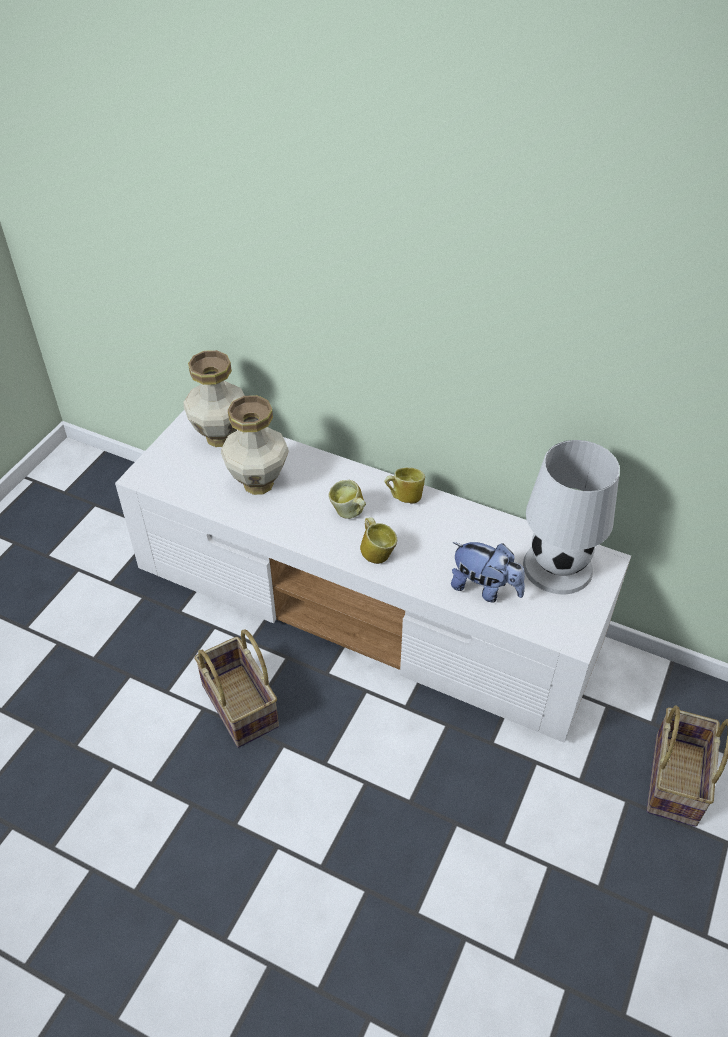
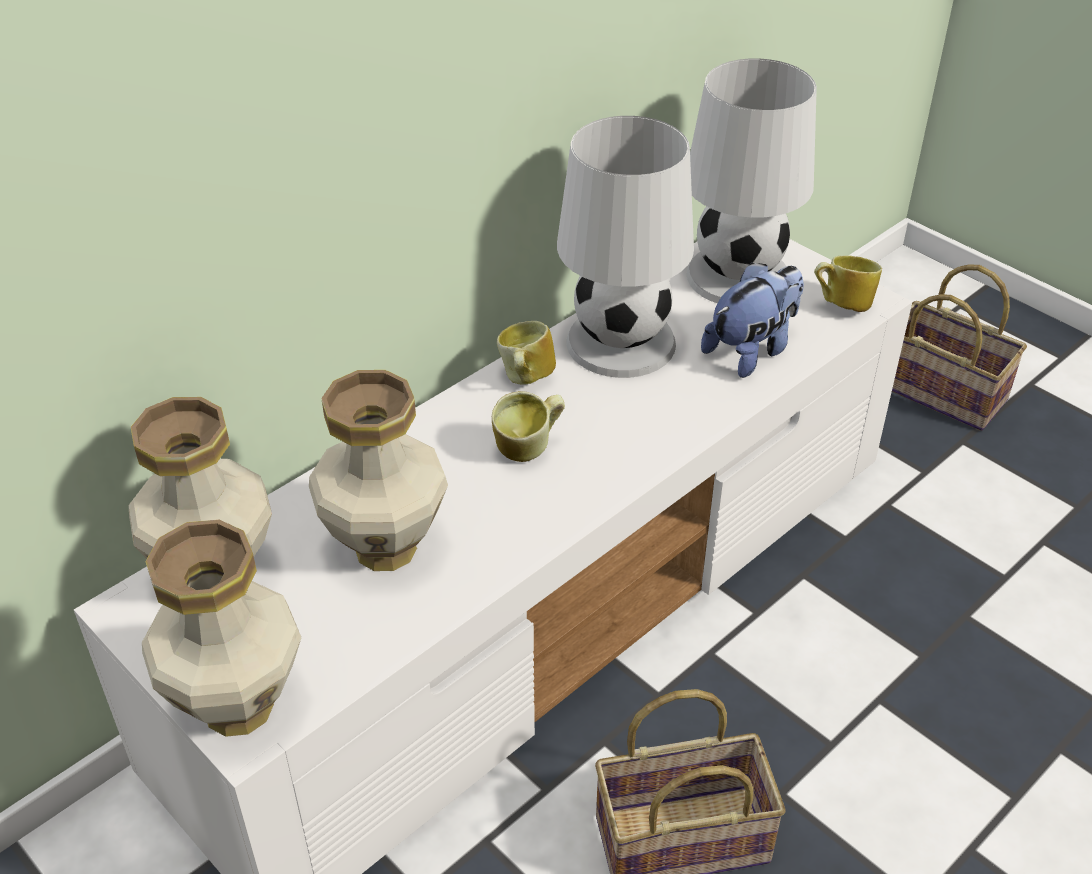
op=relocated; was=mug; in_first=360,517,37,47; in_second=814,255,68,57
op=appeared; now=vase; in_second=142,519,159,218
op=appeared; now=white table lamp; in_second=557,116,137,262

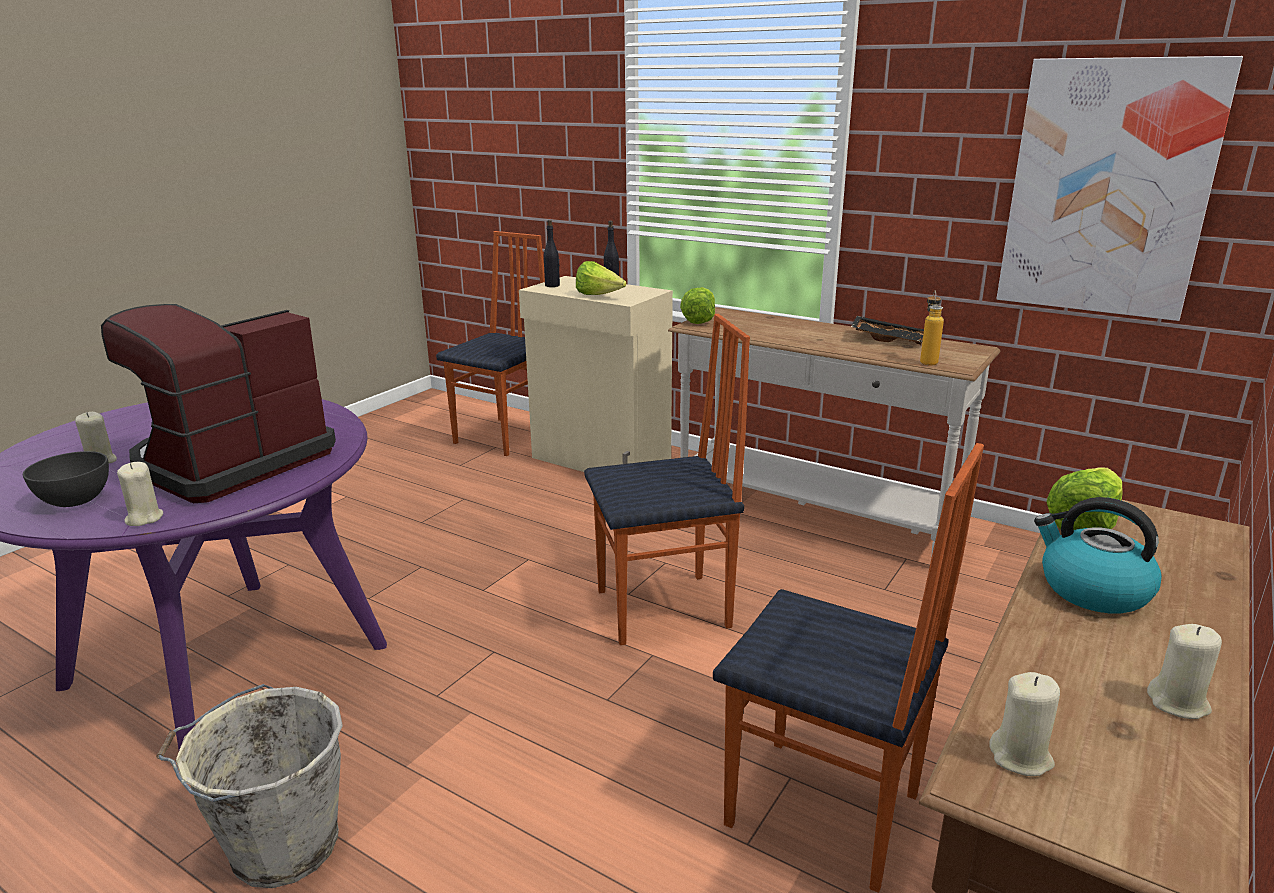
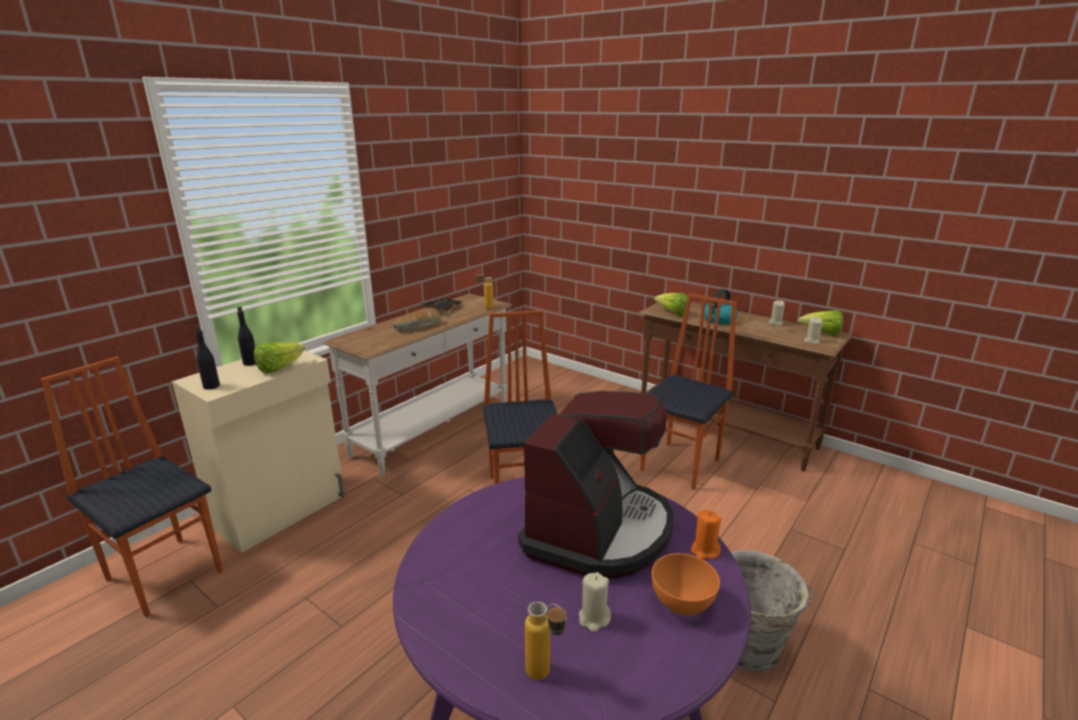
op=colour; was=grey bowl; now=orange bowl; in_first=23,451,86,56; in_second=652,553,68,62
op=spun; was=coffee machine; in_first=101,304,235,199; in_second=518,391,156,188; clockwise=-105
op=colour; was=beige candle; now=orange candle; in_first=117,462,46,64; in_second=691,510,31,50
op=relocated; was=lettuce; in_first=680,287,35,37; in_second=798,310,45,25
op=missing; was=picture; in_first=996,56,247,265
op=appeared; now=bread; in_second=393,310,48,21
op=appeared; now=bottle; in_second=525,602,42,78

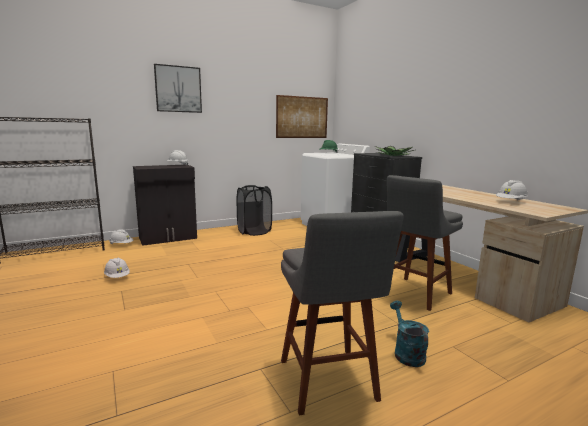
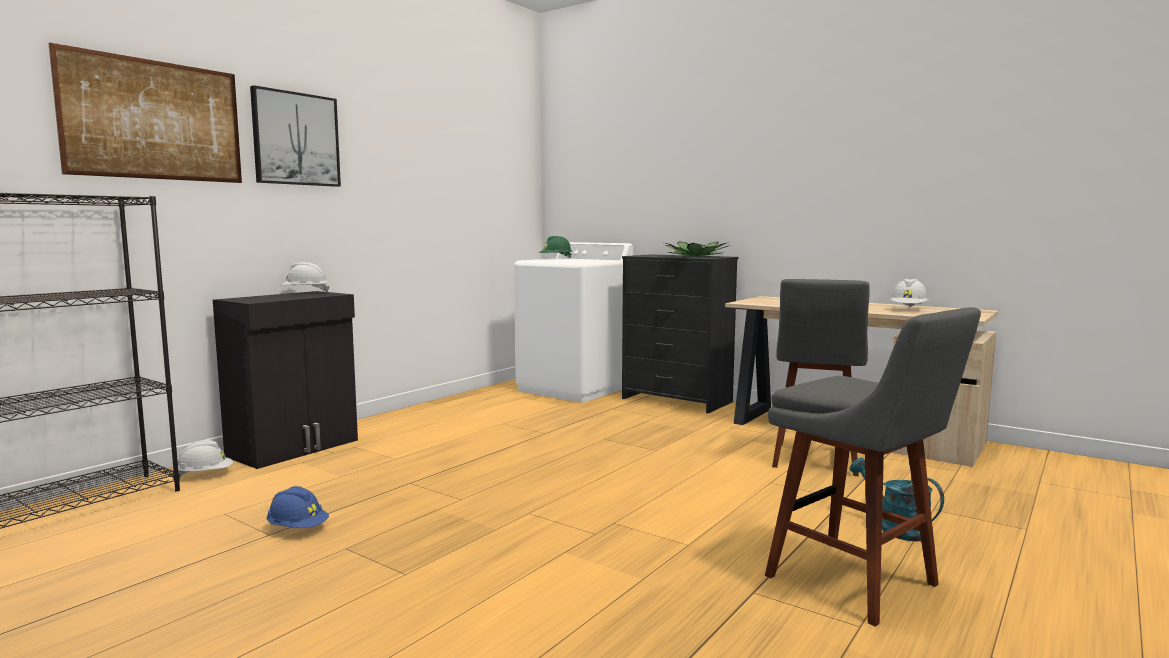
op=colour; was=white hard hat; now=blue hard hat; in_first=104,258,26,20; in_second=266,486,63,42
op=missing; was=black laundry basket; in_first=237,185,35,51
op=relocated; was=picture; in_first=276,95,52,43; in_second=48,43,194,140

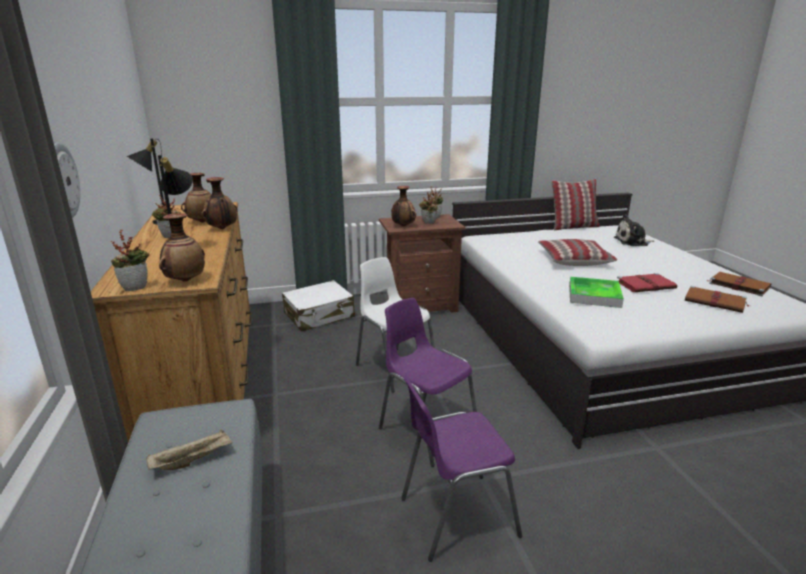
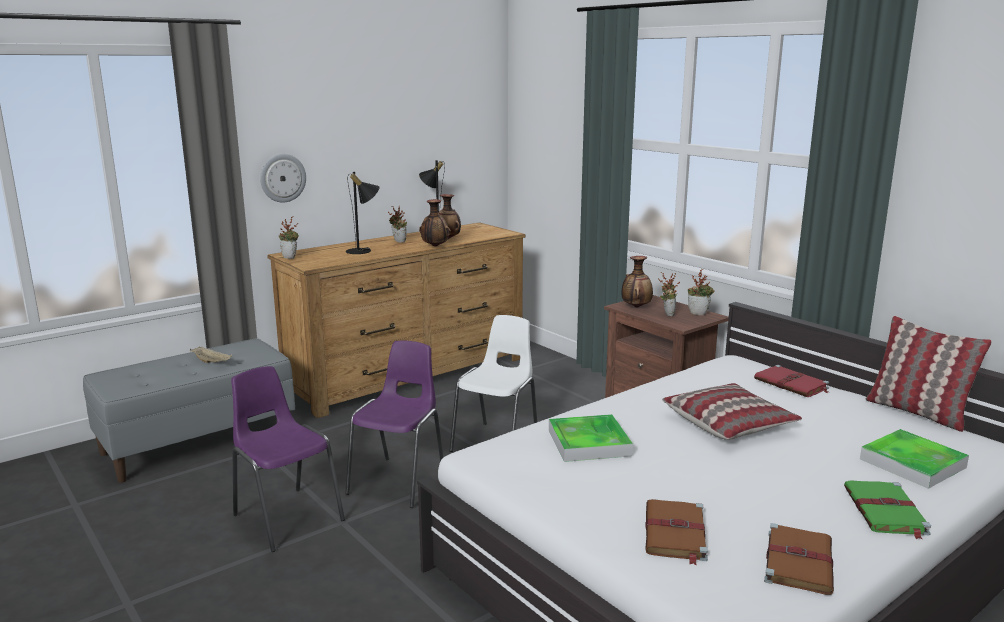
op=missing; was=vase; in_first=159,213,46,69
op=missing; was=white suitcase; in_first=282,280,73,52
op=exchanged; was=plush toy; now=tray; in_first=613,214,41,32; in_second=860,429,109,60
op=relocated; was=red book; in_first=617,273,60,19; in_second=754,365,75,32
op=appeared; now=green book; in_second=844,480,87,59

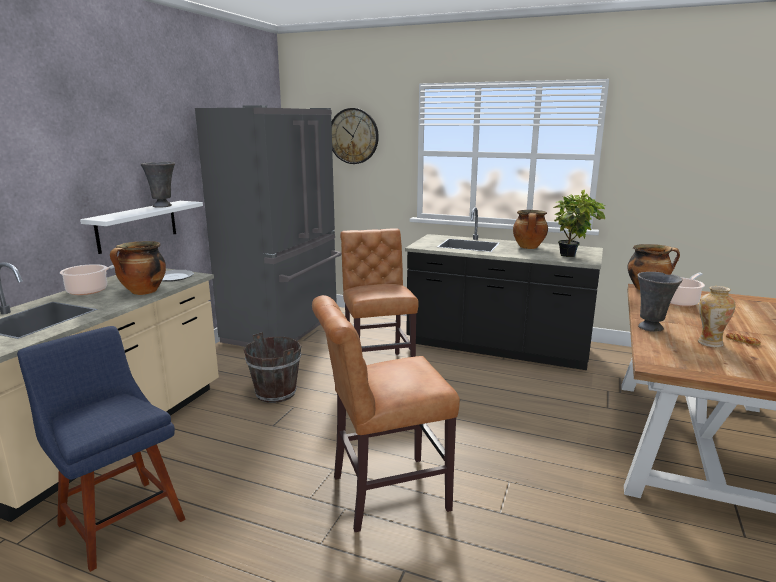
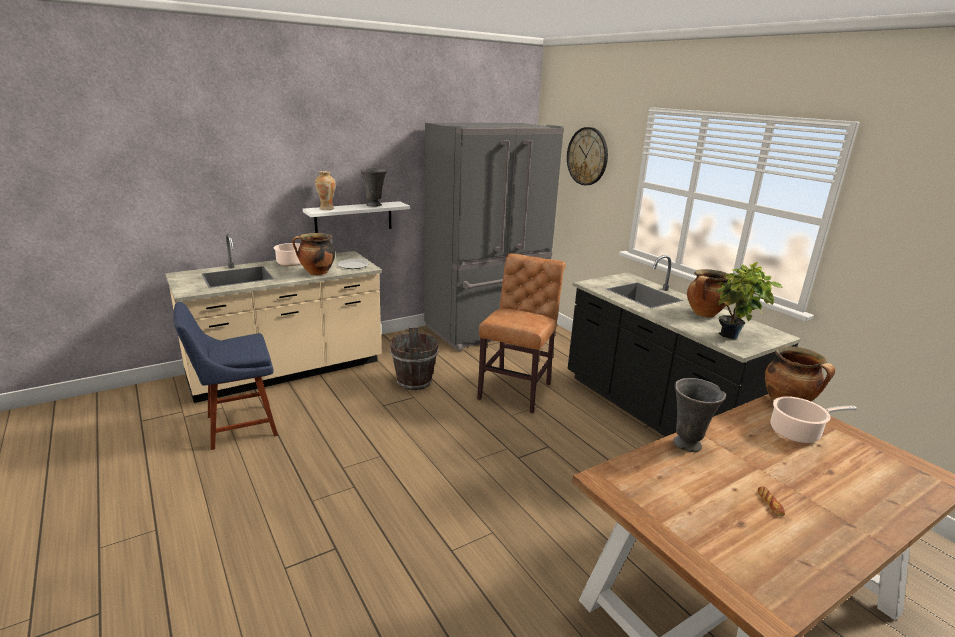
op=spun; was=blue chair; in_first=17,326,169,246; in_second=173,302,105,148; clockwise=-105
op=missing; was=brown chair; in_first=312,295,148,237
op=relocated; was=vase; in_first=698,286,38,61; in_second=315,171,20,39

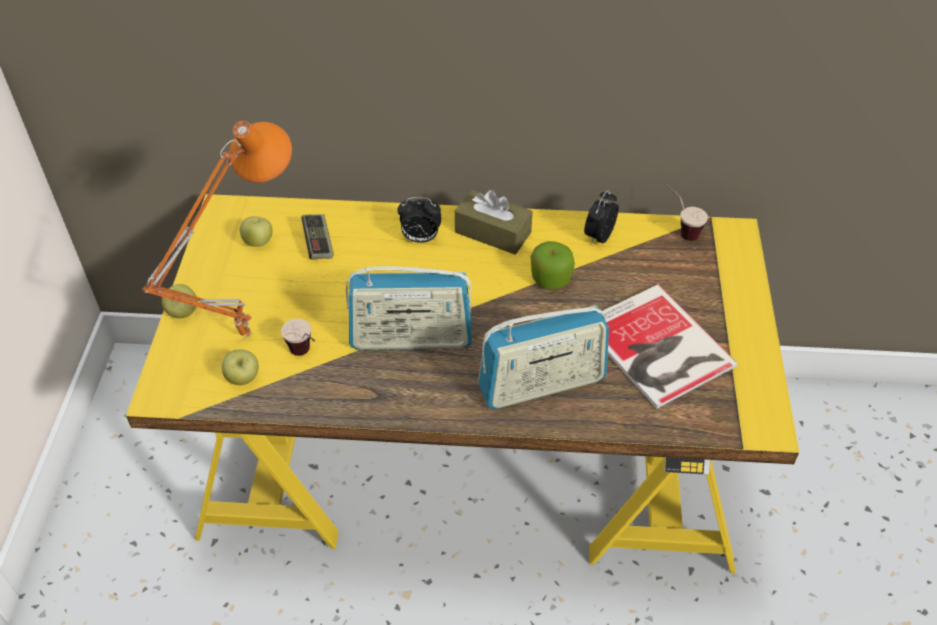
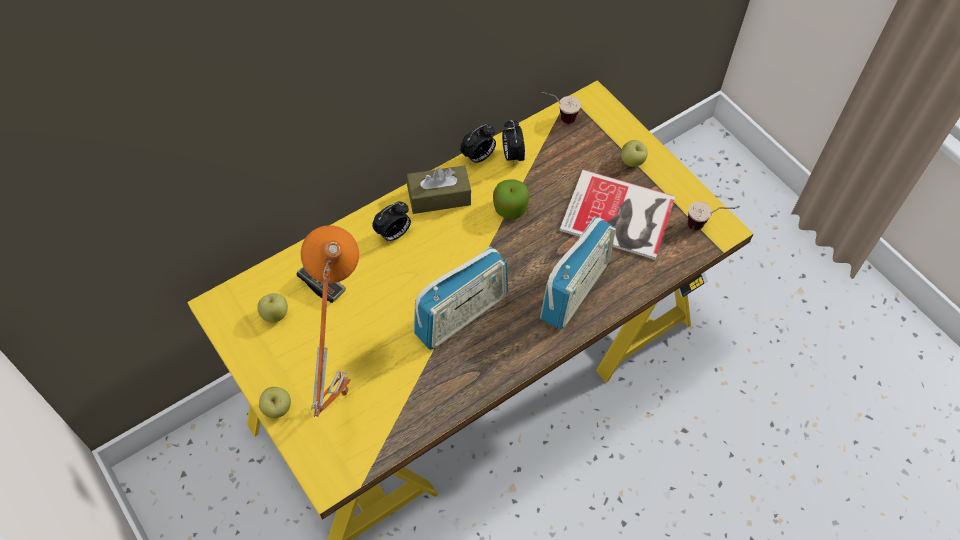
op=relocated; was=apple; in_first=222,349,37,36; in_second=621,140,27,27
op=relocated; was=cup; in_first=281,319,34,37; in_second=688,202,47,28
op=appeared; now=alarm clock; in_second=460,124,36,40

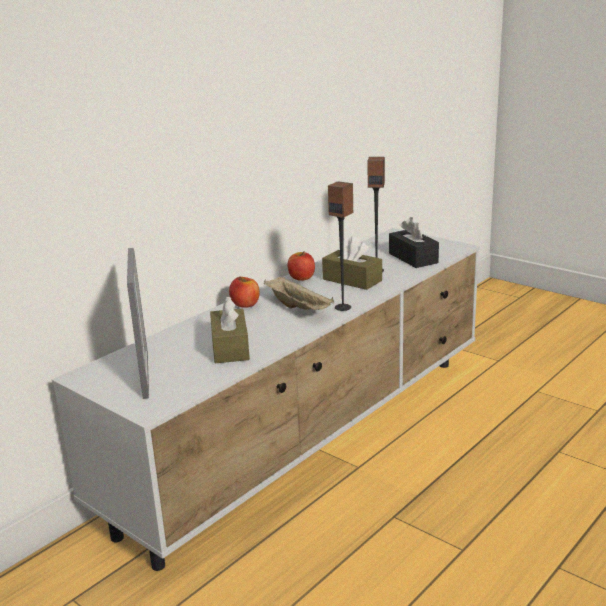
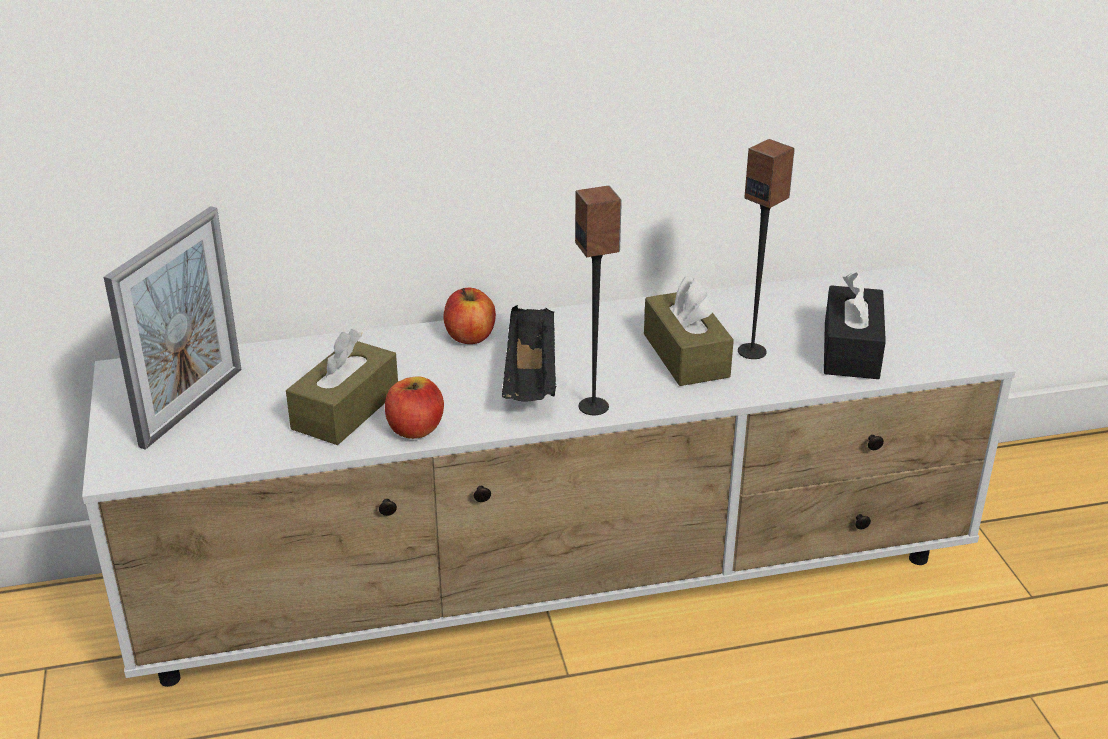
op=colour; was=beige tray; now=black tray; in_first=264,277,70,33; in_second=502,305,55,97
op=relocated; was=apple; in_first=288,251,27,30; in_second=385,376,59,63

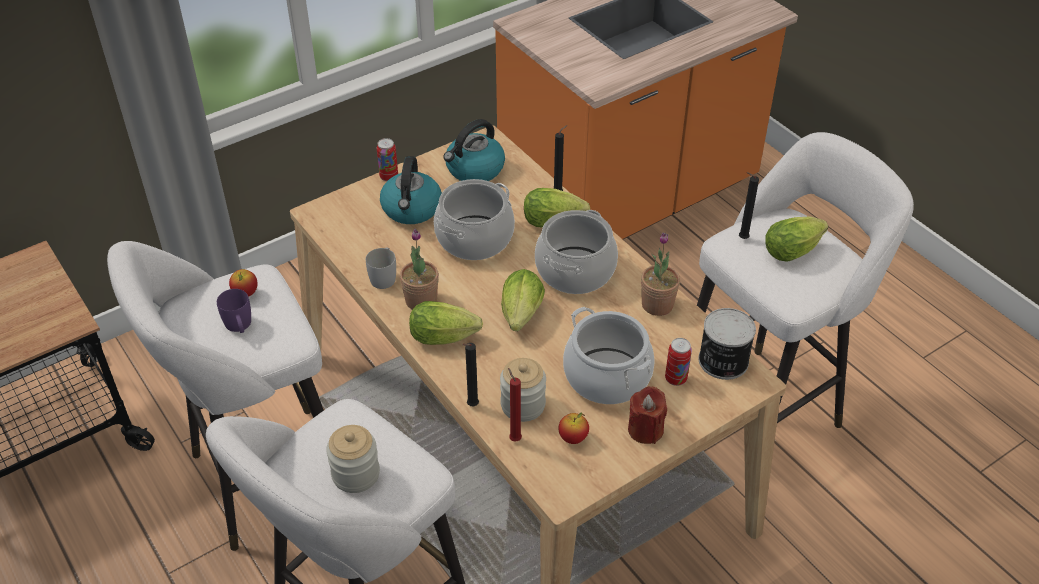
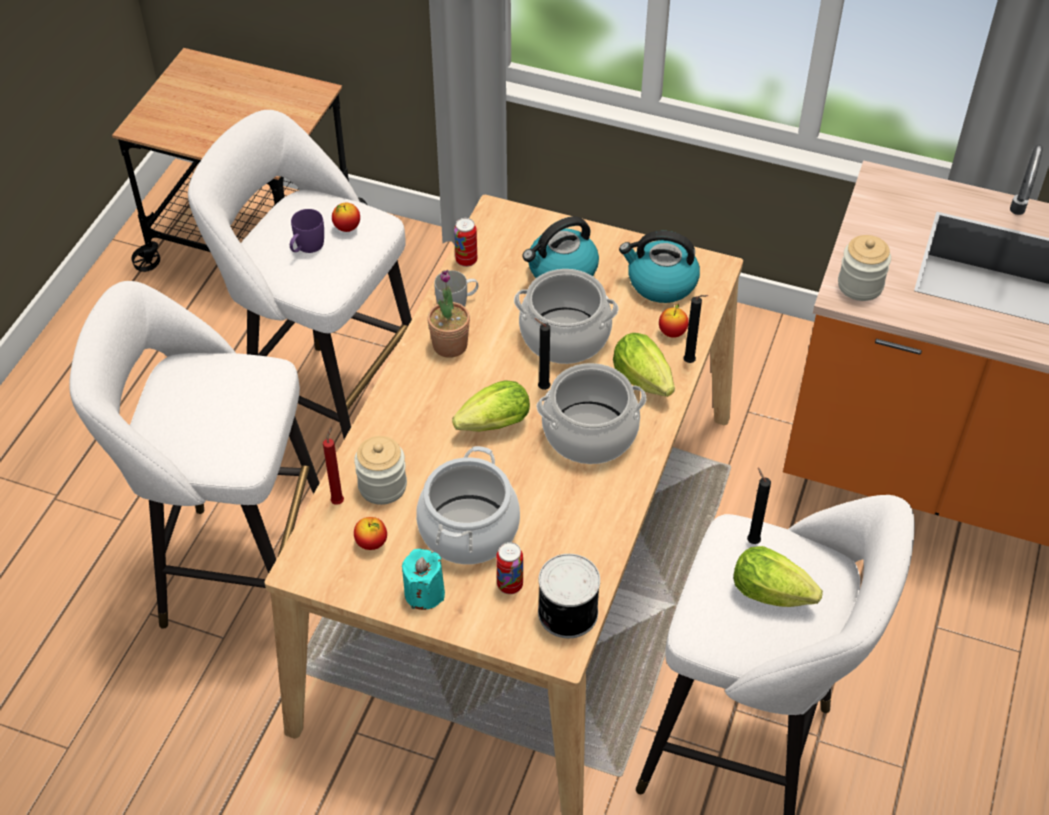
op=relocated; was=jar; in_first=326,425,54,68; in_second=838,235,53,66
op=relocated; was=can; in_first=377,138,21,43; in_second=454,218,23,49
op=missing; was=lettuce; in_first=409,301,74,44
op=relocated; was=black candle; in_first=462,343,17,63; in_second=534,318,16,72
op=colour; was=red candle; now=turquoise candle; in_first=628,386,39,58; in_second=402,549,43,61
op=missing; was=potted plant; in_first=641,232,39,84
op=appeared; now=apple; in_second=659,303,30,35

